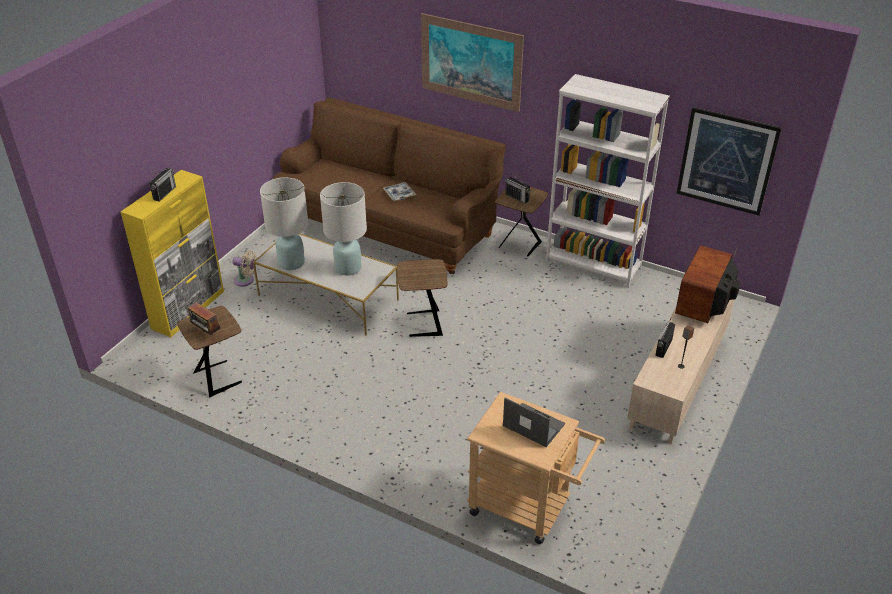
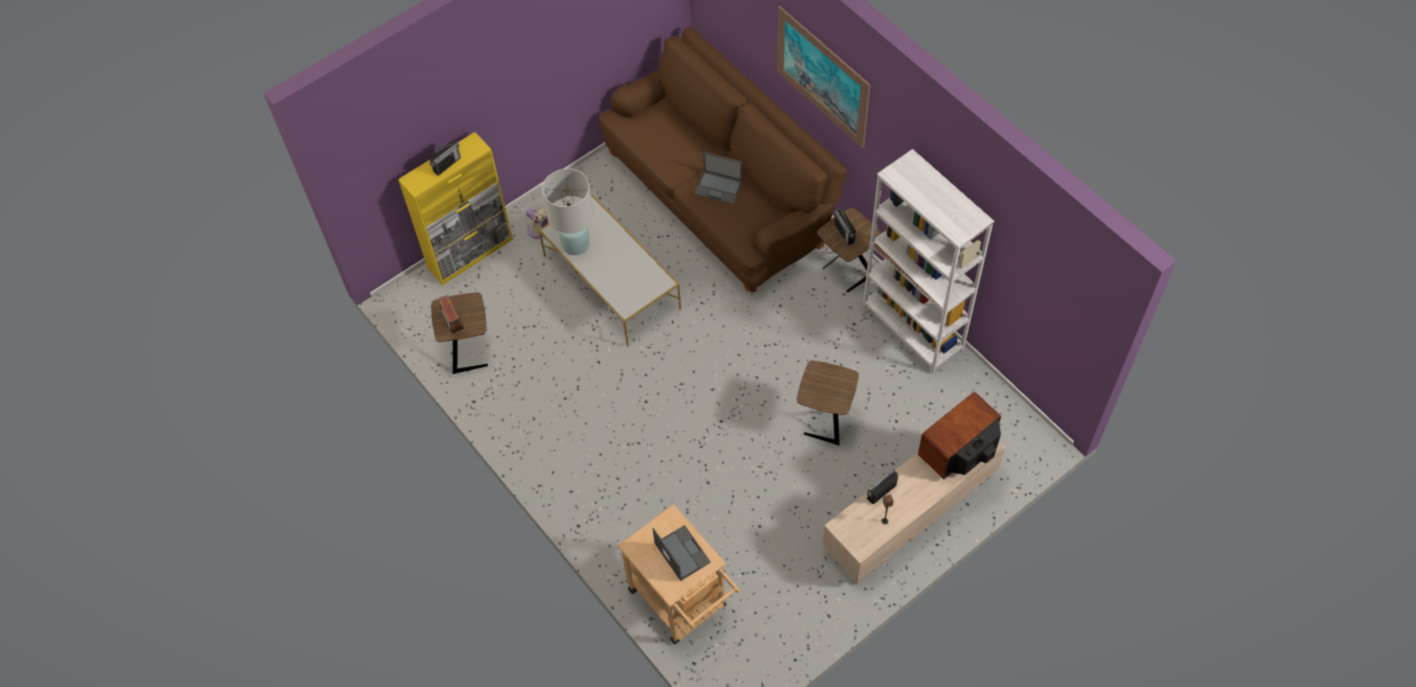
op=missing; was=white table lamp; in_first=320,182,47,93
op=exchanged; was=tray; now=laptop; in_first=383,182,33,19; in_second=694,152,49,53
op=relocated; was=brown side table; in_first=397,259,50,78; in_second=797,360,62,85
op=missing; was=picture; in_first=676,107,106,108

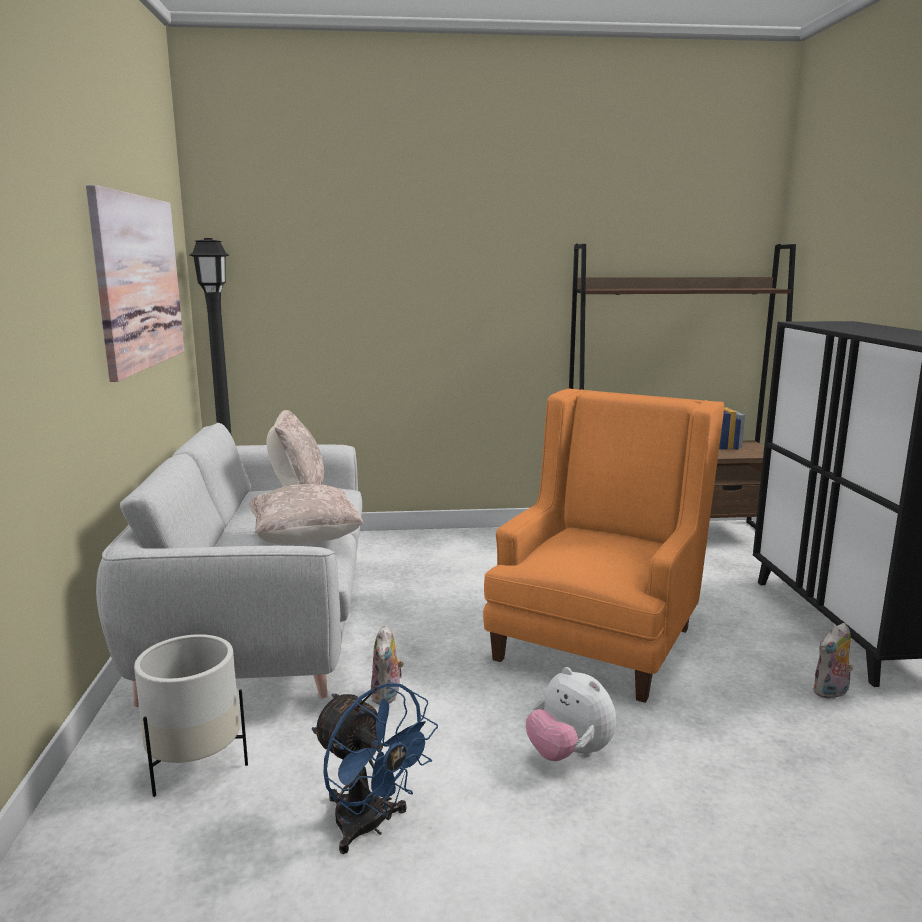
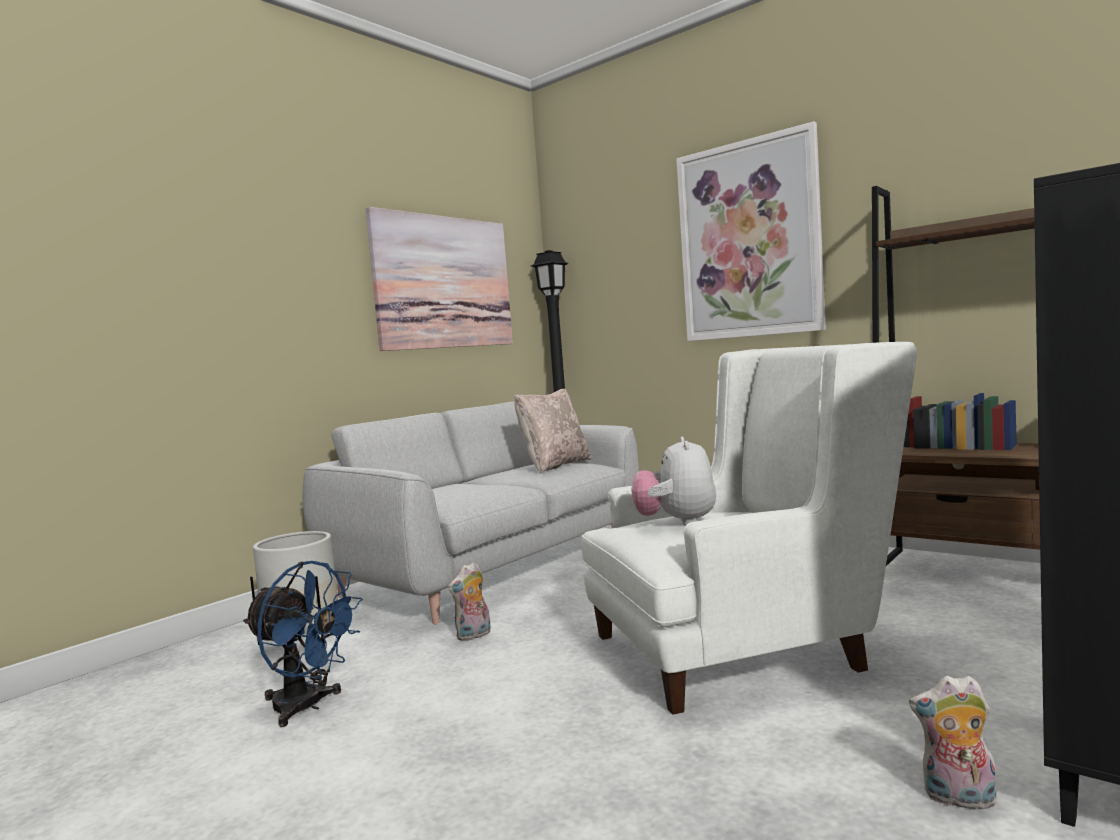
op=missing; was=beige pillow; in_first=249,484,115,61
op=spun; was=blue fan; in_first=312,682,126,172; in_second=243,561,120,166; clockwise=-60
op=colour; was=orange armchair; now=white armchair; in_first=483,388,241,315; in_second=582,342,335,373
op=relocated; was=plush toy; in_first=526,667,90,94; in_second=631,437,85,89
op=appeared; now=picture; in_second=676,121,150,220

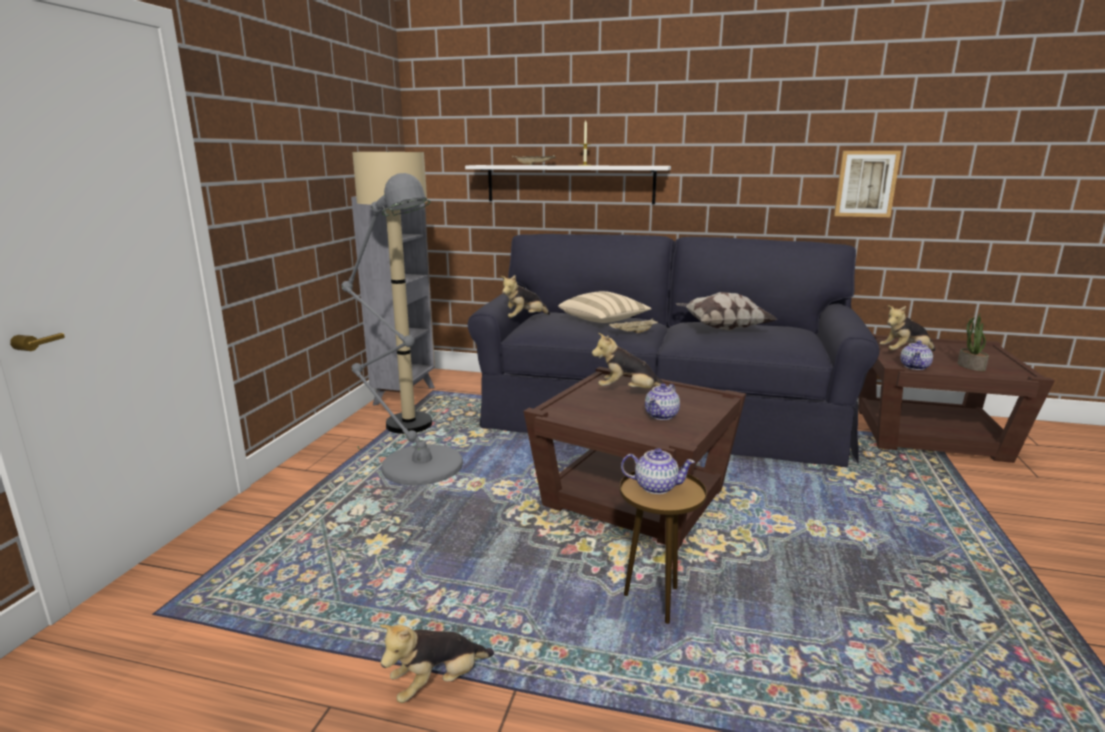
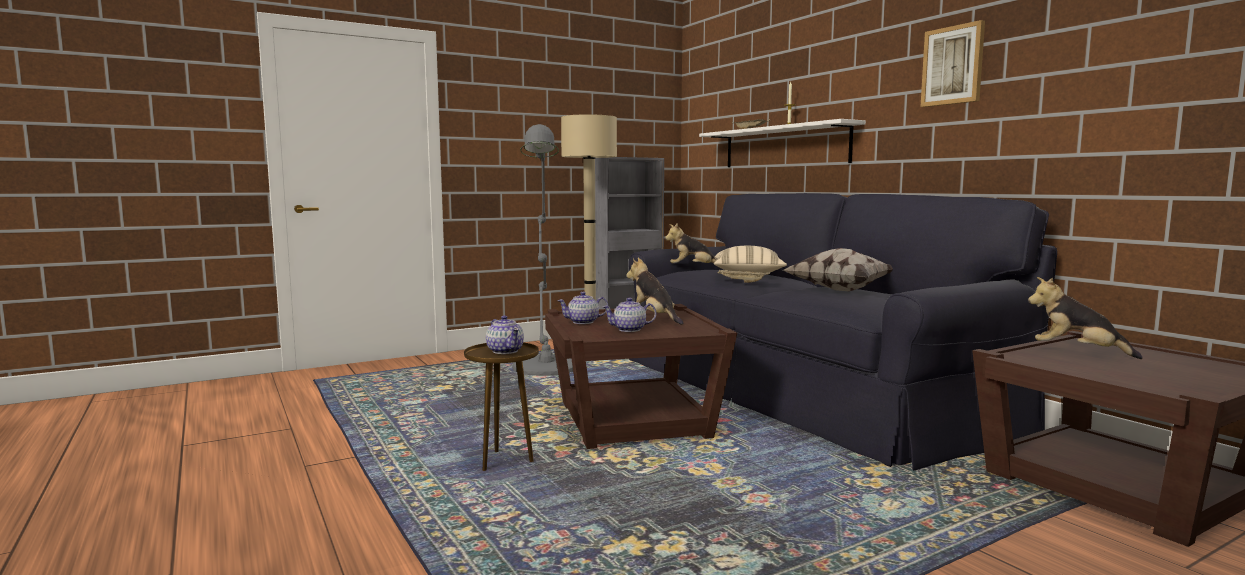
op=missing; was=plush toy; in_first=380,624,114,79
op=relocated; was=picture; in_first=834,151,67,66; in_second=920,20,65,87
op=relocated; was=teapot; in_first=900,340,33,30; in_second=557,292,52,32
op=missing; was=potted plant; in_first=958,313,31,58

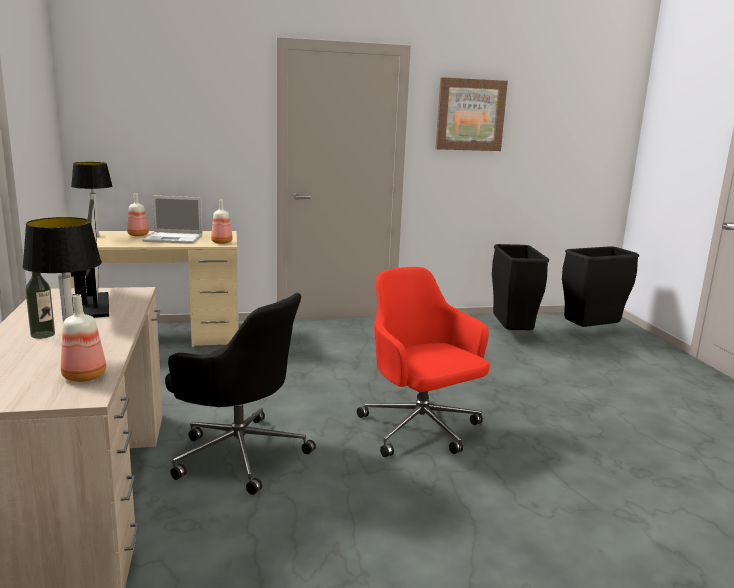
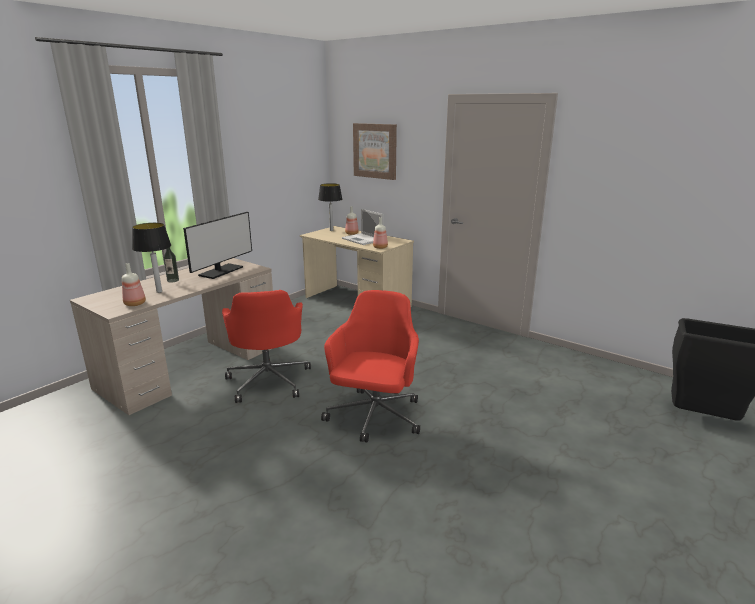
op=colour; was=black office chair; now=red office chair; in_first=165,293,151,202; in_second=222,290,89,113
op=relocated; was=picture; in_first=435,77,73,74; in_second=353,123,44,57
op=missing; was=black trash can; in_first=492,244,57,86

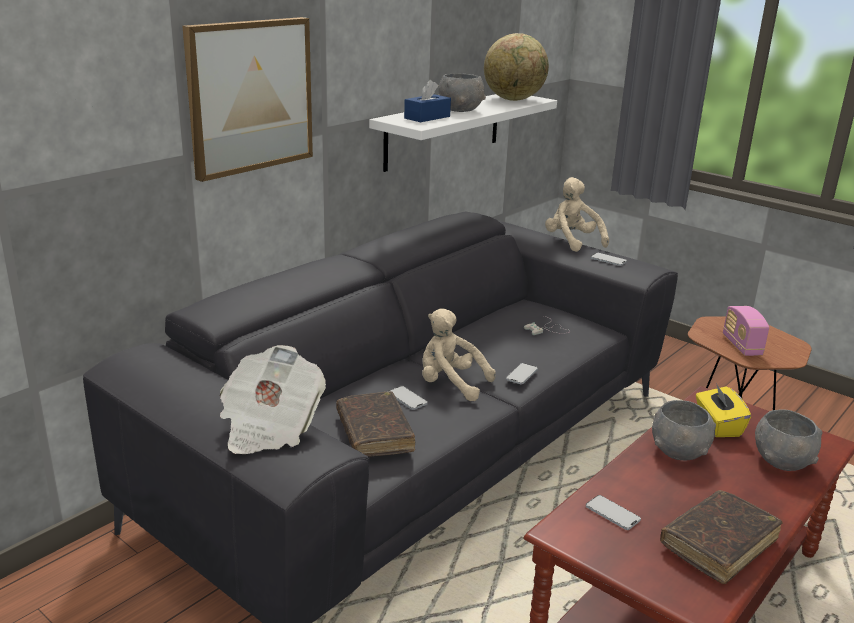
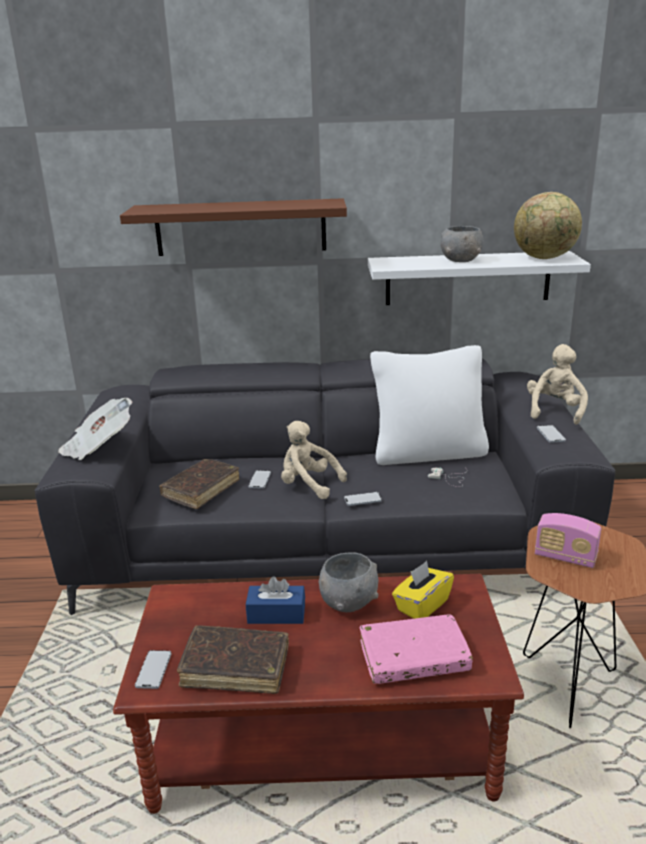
op=exchanged; was=picture; now=brown shelf; in_first=182,17,131,165; in_second=120,198,227,58
op=relocated; was=blue tissue box; in_first=404,80,47,42; in_second=246,576,59,48
op=spun; was=beige plush toy; in_first=422,309,74,92; in_second=281,421,66,78; clockwise=-45
op=relocated; was=phone; in_first=586,495,55,35; in_second=135,650,36,39
op=spun; was=radio; in_first=723,306,46,50; in_second=535,513,66,55; clockwise=-105
op=exchanged; was=grey bowl; now=pink book; in_first=755,409,67,62; in_second=360,614,113,70
op=appeared; now=white pillow; in_second=370,345,119,120

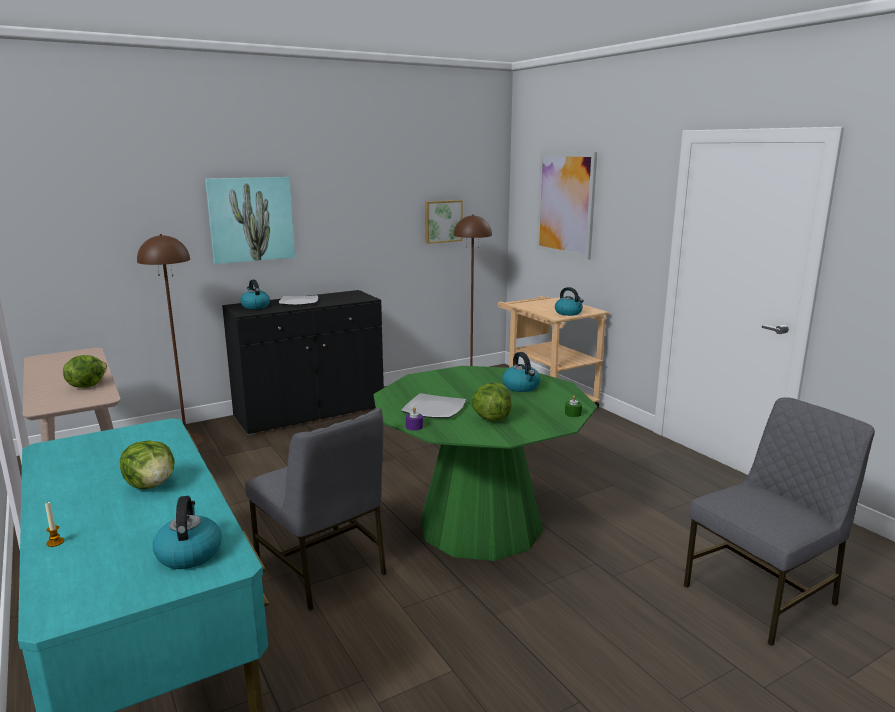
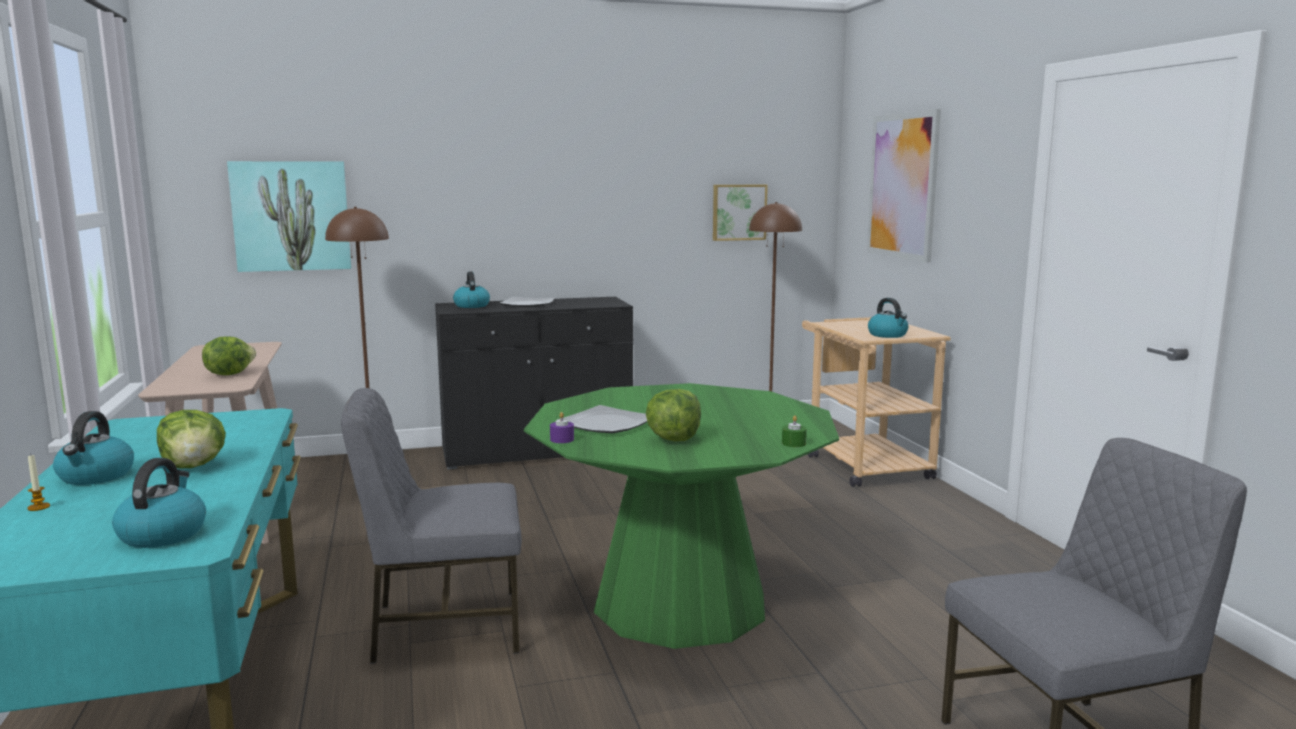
op=relocated; was=picture; in_first=205,177,90,87; in_second=227,161,124,111
op=spun; was=grey chair; in_first=245,408,141,203; in_second=341,388,181,276; clockwise=105
op=relocated; was=kettle; in_first=502,352,38,40; in_second=53,411,81,74

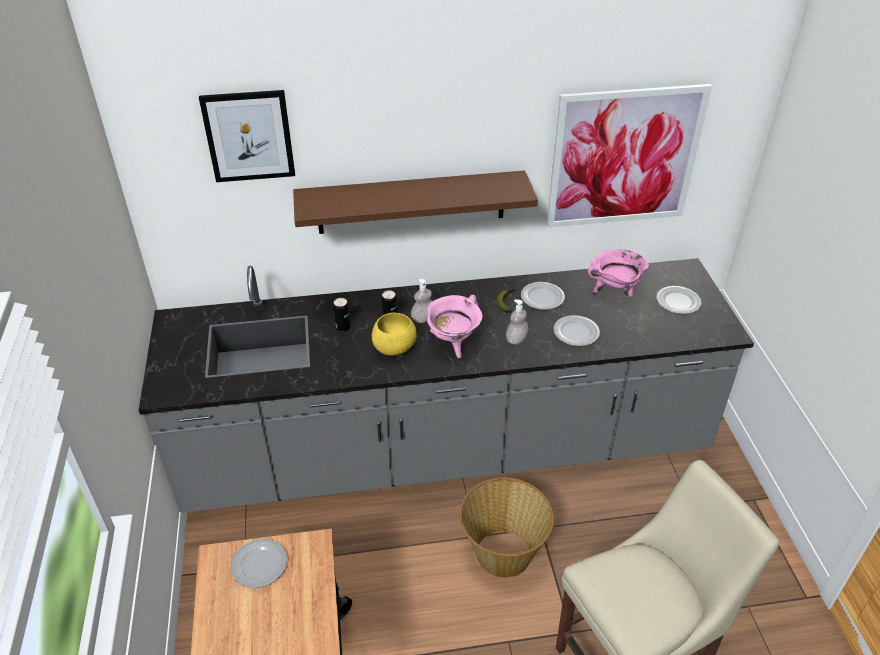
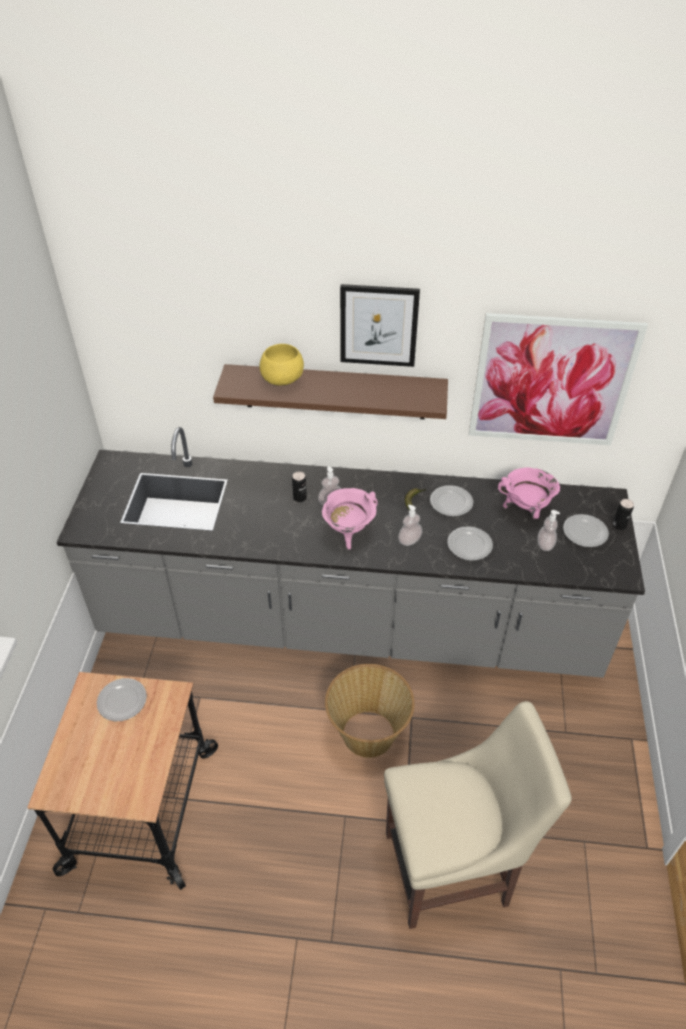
op=relocated; was=picture; in_first=199,90,96,92; in_second=340,284,80,83
op=relocated; was=can; in_first=333,298,17,34; in_second=613,499,21,31
op=relocated; was=yellow bowl; in_first=372,313,44,43; in_second=259,344,45,42
op=appeared; now=soap dispenser; in_second=537,510,23,41

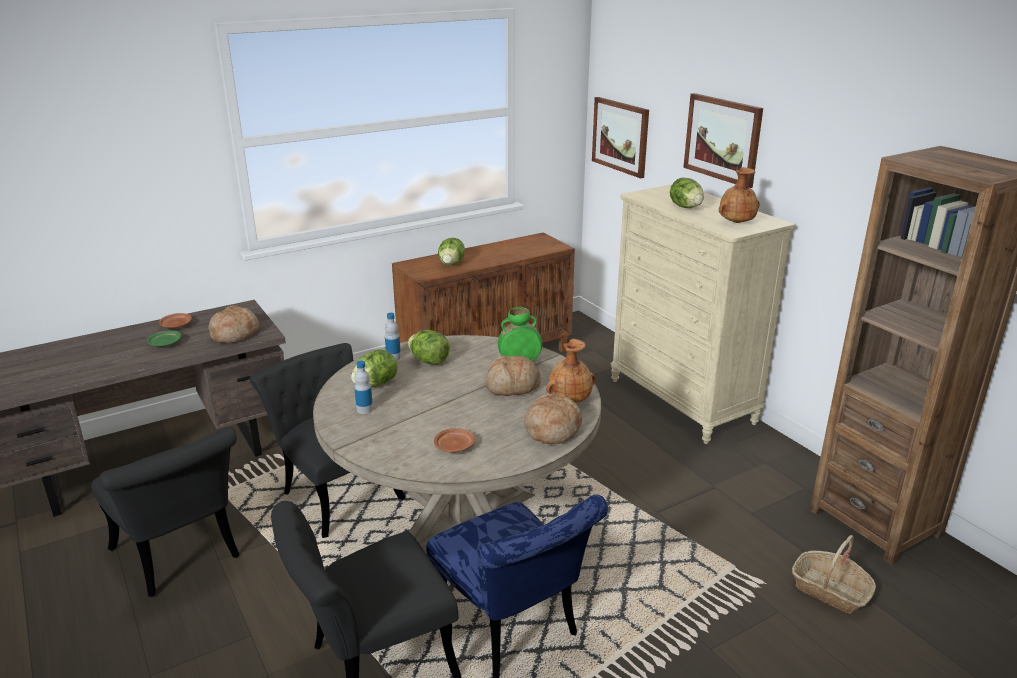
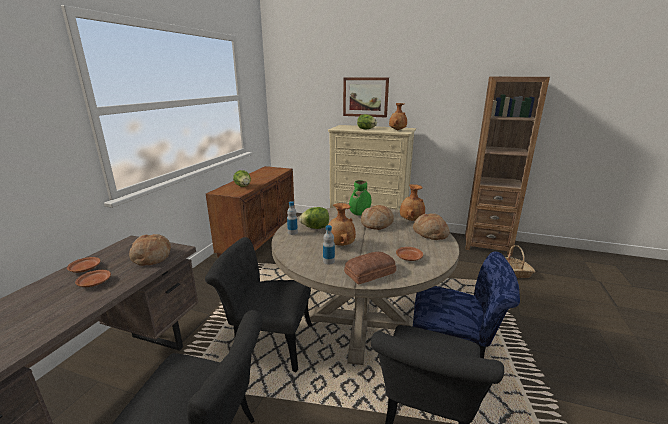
op=colour; was=green plate; now=brown plate; in_first=147,330,34,17; in_second=75,270,36,17
op=missing; was=lettuce; in_first=351,350,47,37
op=missing; was=picture; in_first=592,97,57,82
op=appeared; now=brown vase; in_second=329,203,27,43
op=appeared; now=bread; in_second=344,252,52,32

